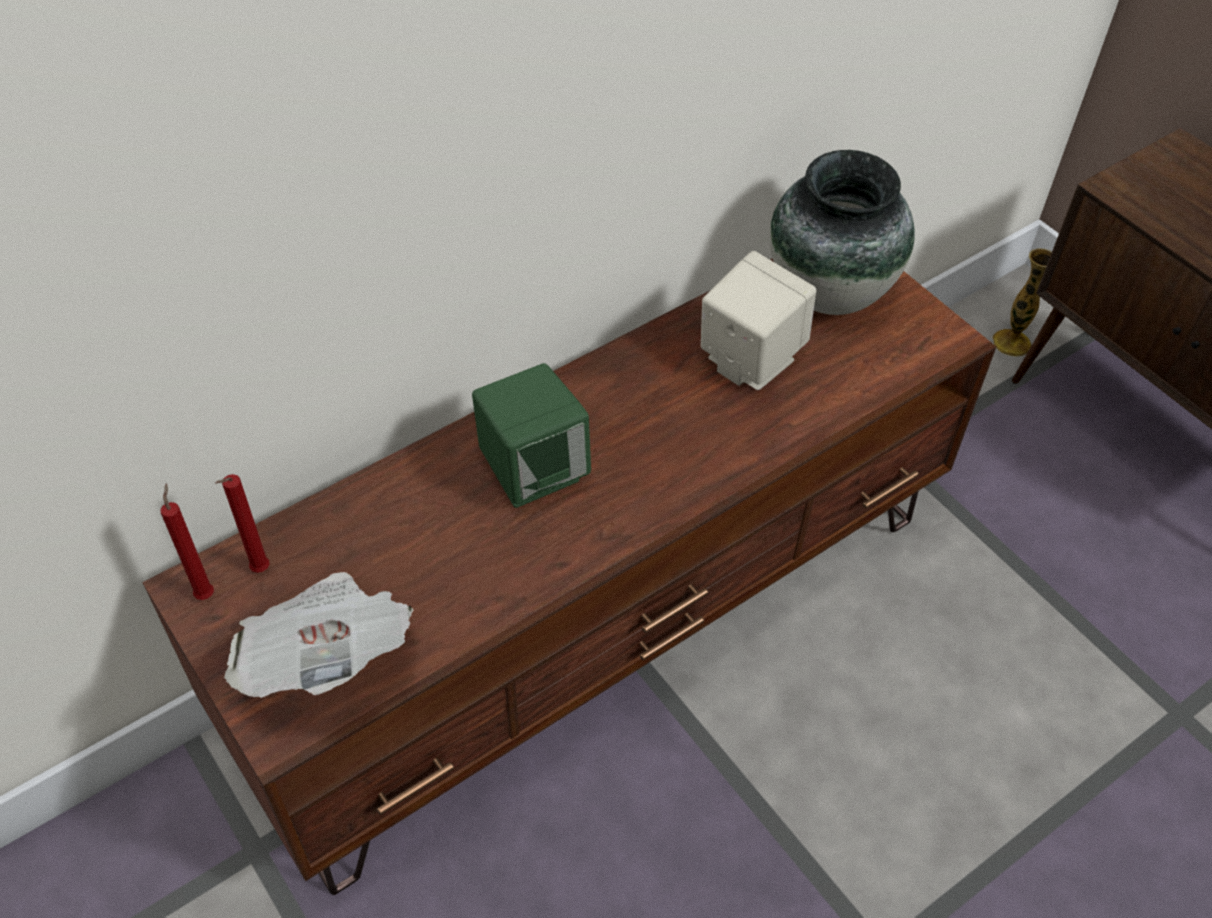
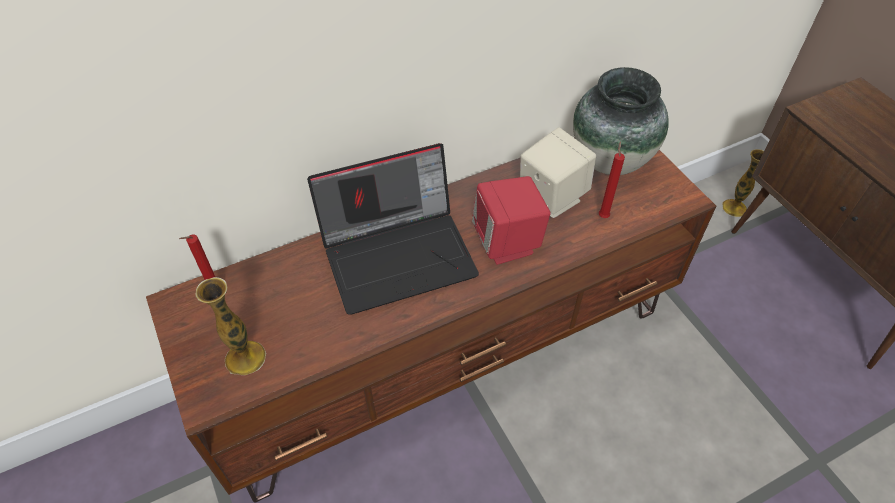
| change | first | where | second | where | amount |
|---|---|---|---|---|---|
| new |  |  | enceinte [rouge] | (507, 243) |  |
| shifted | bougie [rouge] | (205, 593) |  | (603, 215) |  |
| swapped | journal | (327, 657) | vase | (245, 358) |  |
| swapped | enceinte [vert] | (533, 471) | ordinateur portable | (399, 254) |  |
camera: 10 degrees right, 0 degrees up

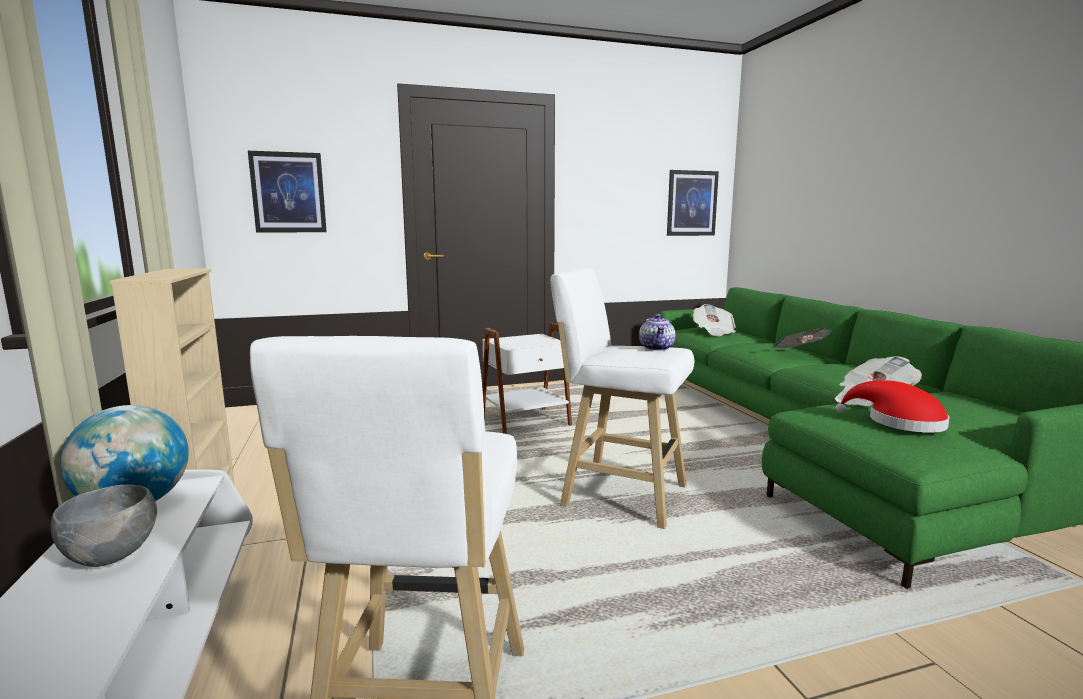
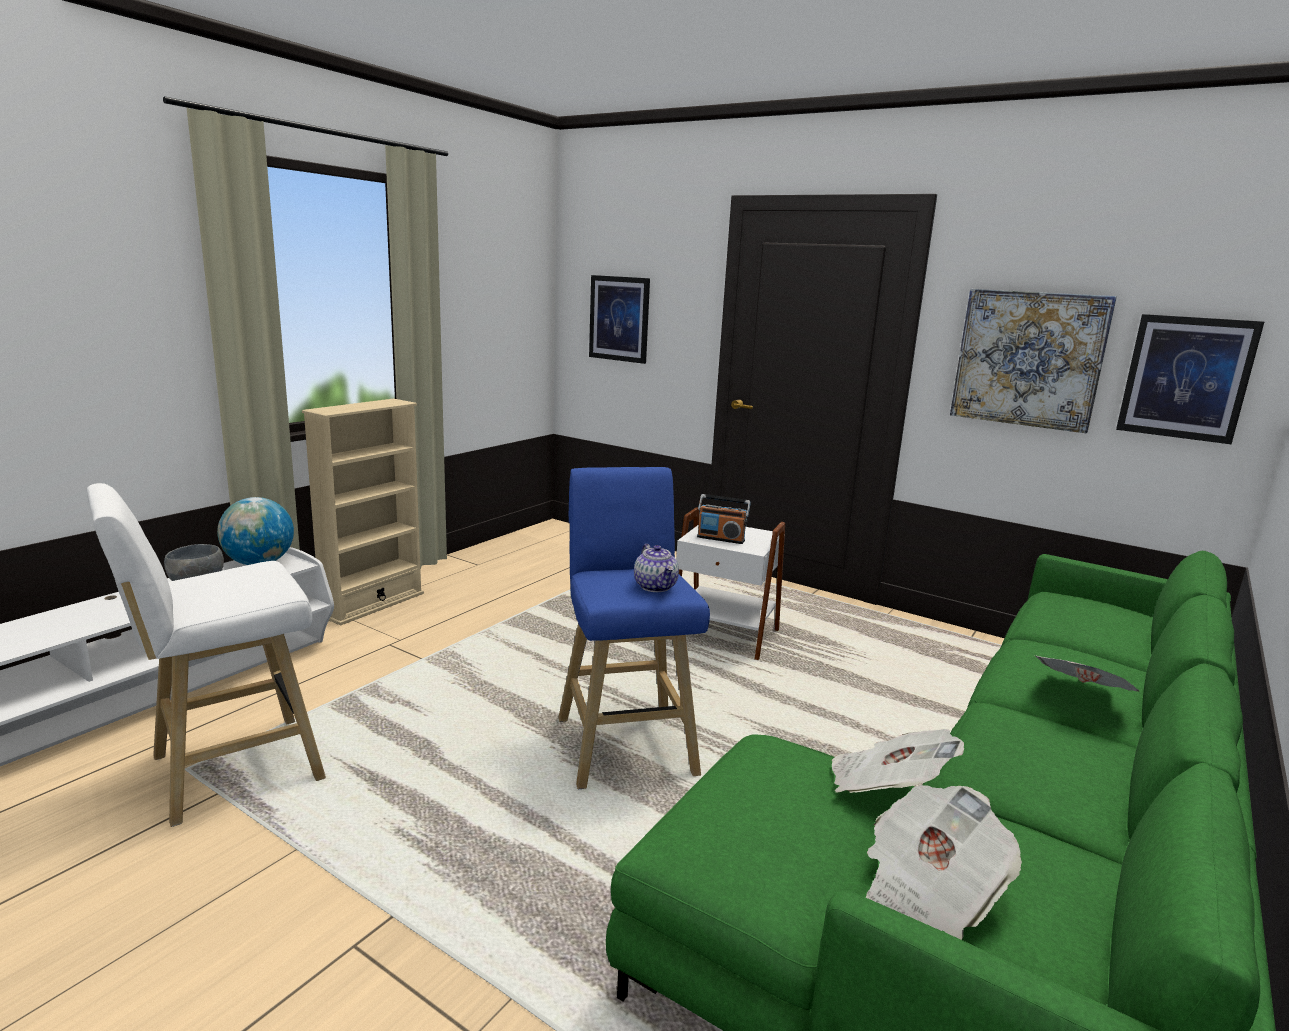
| change | first | where | second | where | amount |
|---|---|---|---|---|---|
| gone | chapeau [rouge] | (899, 422) |  |  |  |
| new |  |  | radio | (721, 539) |  |
| new |  |  | tableau | (1028, 359) |  |
| shifted | journal | (713, 332) |  | (928, 890) |  |
| repainted | tabouret [blanc] | (619, 494) | tabouret [bleu] | (624, 741) |  |
| rotated | théière | (657, 348) |  | (656, 586) | 75 degrees counterclockwise |
camera: 50 degrees right, 5 degrees up

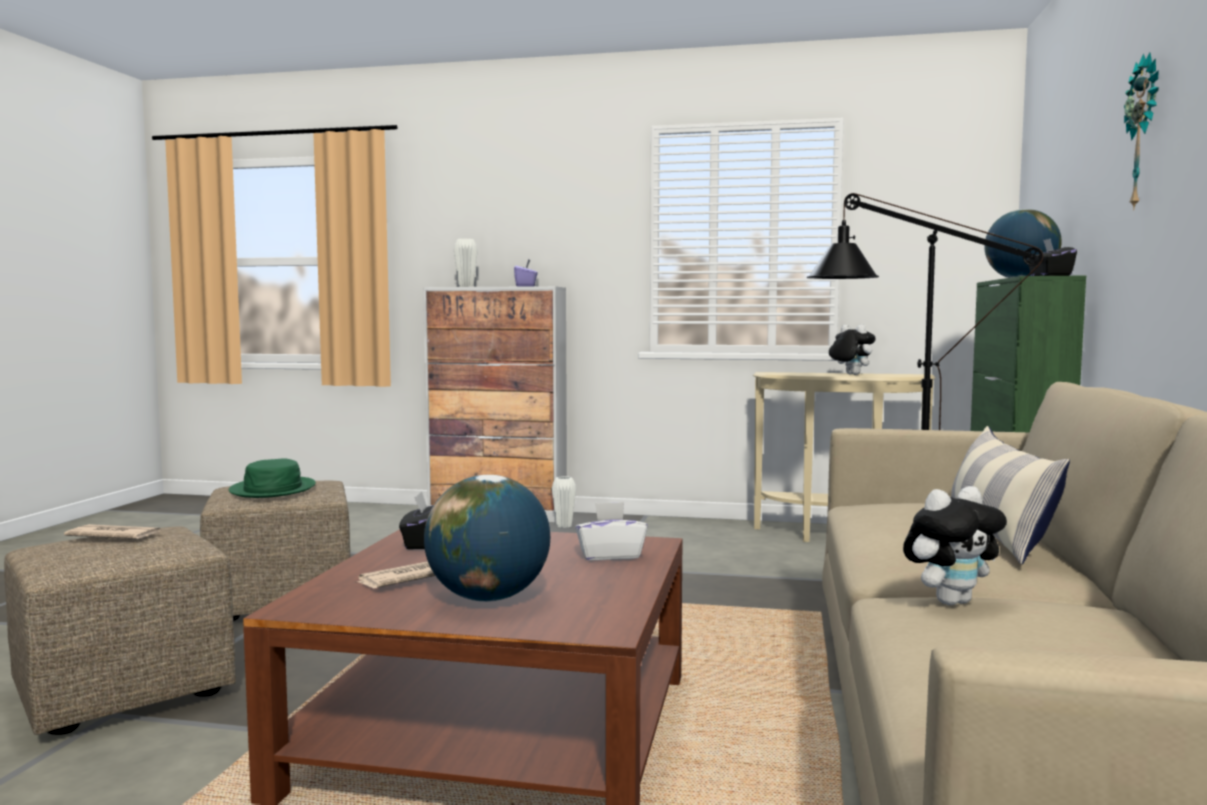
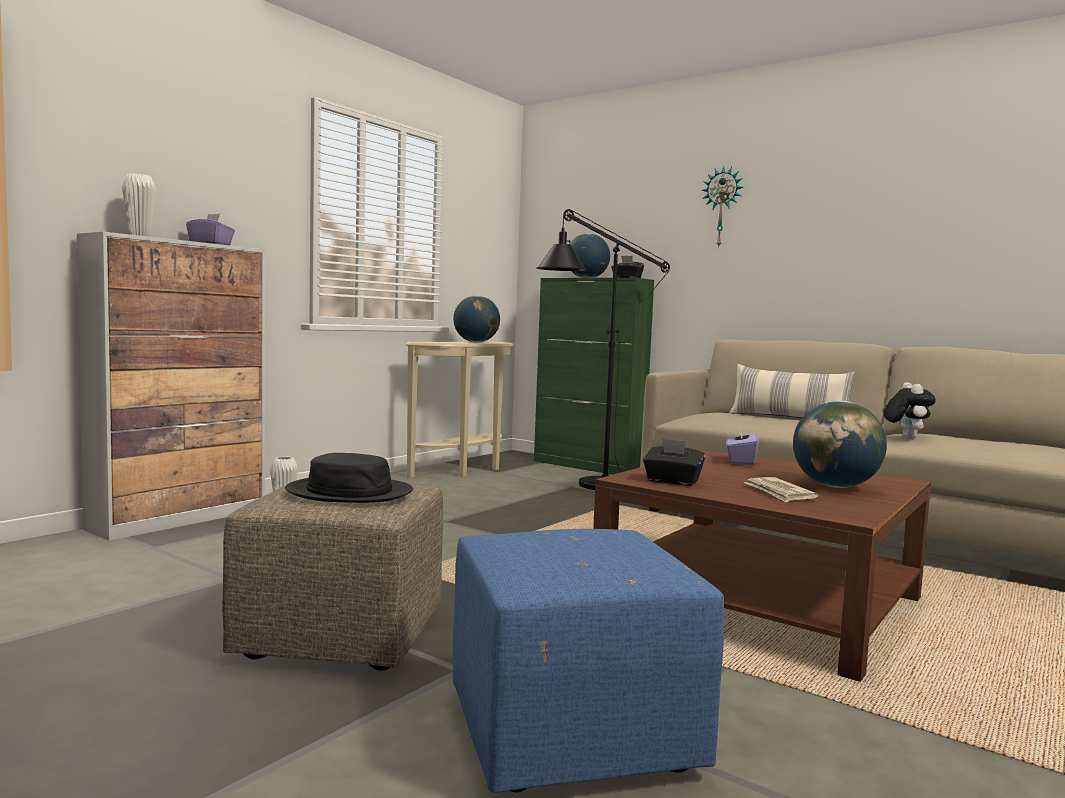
| change | first | where | second | where | amount |
|---|---|---|---|---|---|
| gone | journal | (114, 536) |  |  |  |
| swapped | peluche | (850, 374) | globe | (476, 342) |  |
| repainted | pouf [beige] | (121, 692) | pouf [bleu] | (573, 734) |  |
| repainted | chapeau [vert] | (273, 489) | chapeau [noir] | (349, 492) |  |
| repainted | boîte à mouchoirs [blanc] | (610, 555) | boîte à mouchoirs [violet] | (741, 462) |  |
camera: 65 degrees left, 0 degrees up

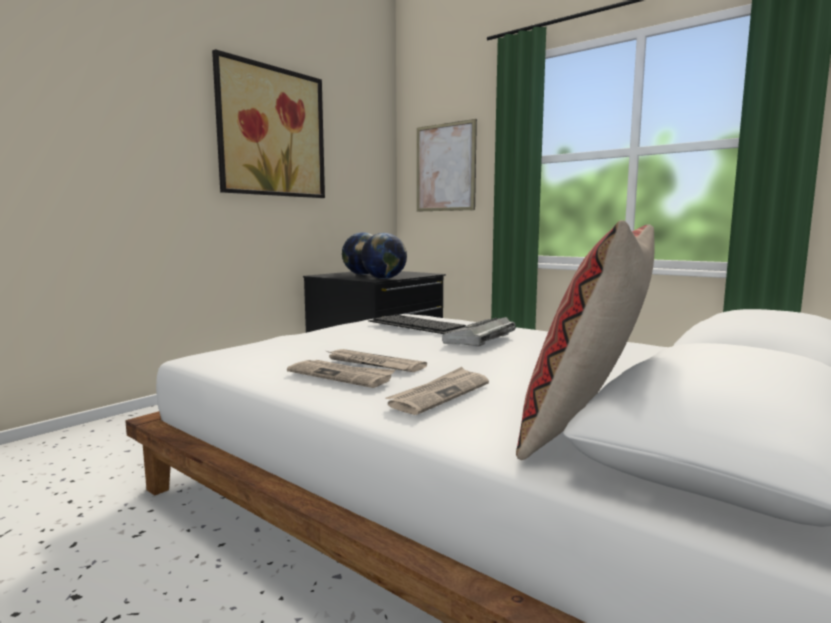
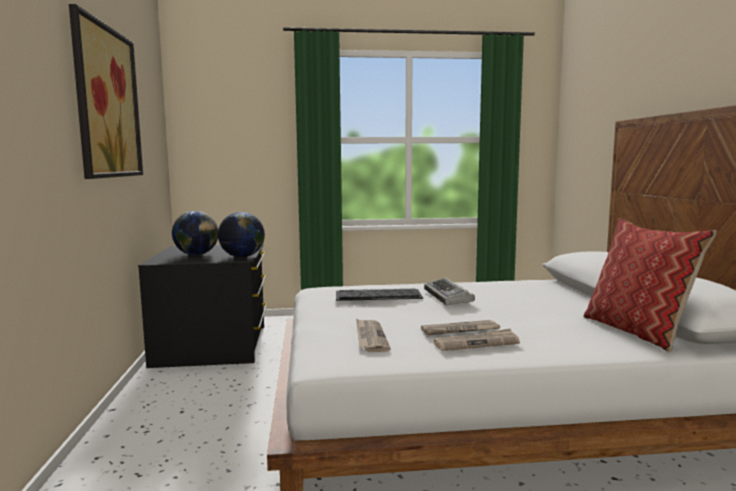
| change | first | where | second | where | amount |
|---|---|---|---|---|---|
| gone | tableau | (445, 167) |  |  |  |
| shifted | journal | (440, 394) |  | (370, 337) |  |
camera: 45 degrees left, 0 degrees up

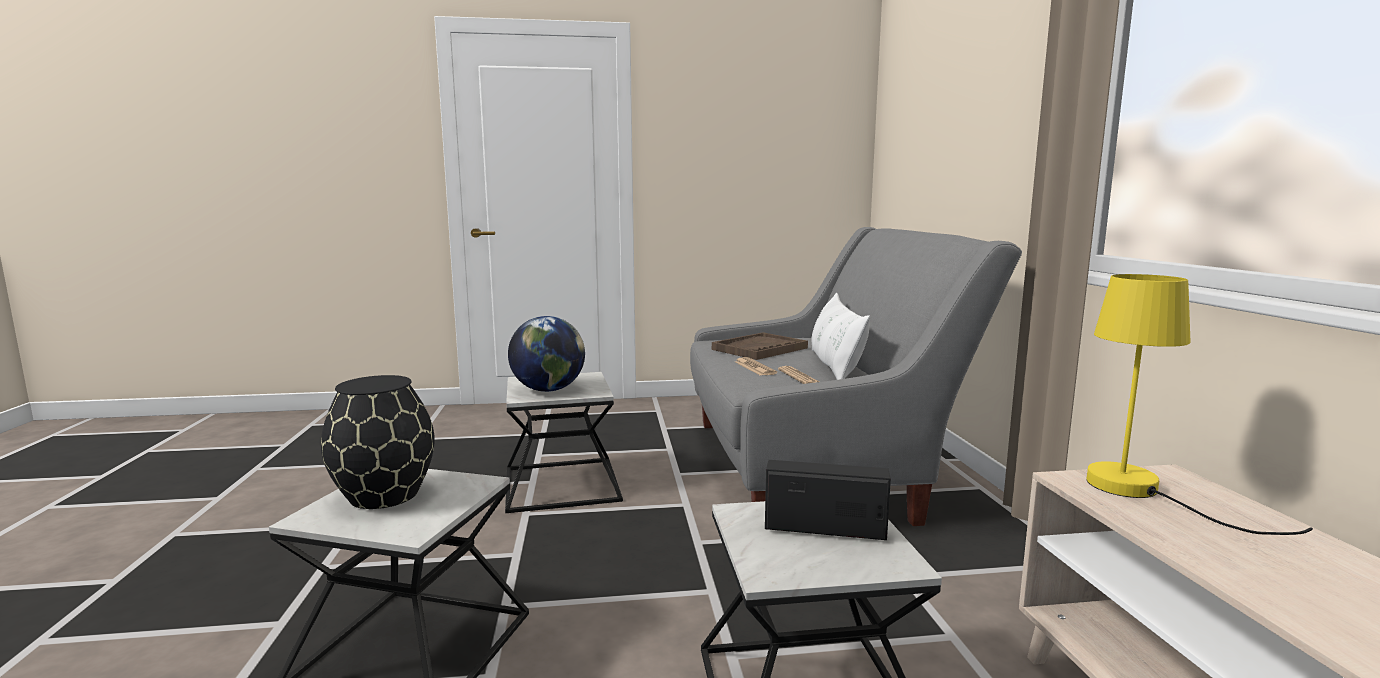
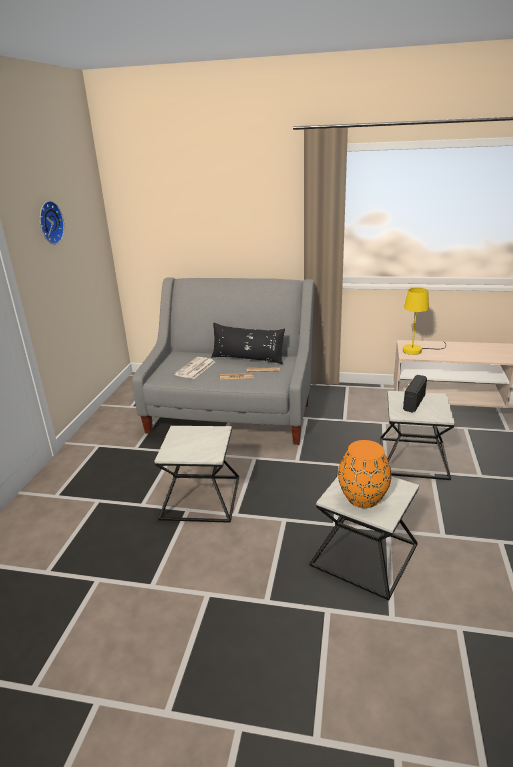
| change | first | where | second | where | amount |
|---|---|---|---|---|---|
| gone | globe | (548, 390) |  |  |  |
| new |  |  | horloge murale | (49, 223) |  |
| swapped | plateau [marron] | (759, 349) | journal | (195, 368) |  |
| repainted | vase [noir] | (386, 495) | vase [orange] | (363, 497) |  |
| repainted | coussin [blanc] | (835, 366) | coussin [noir] | (247, 359) |  |
camera: 70 degrees left, 15 degrees up

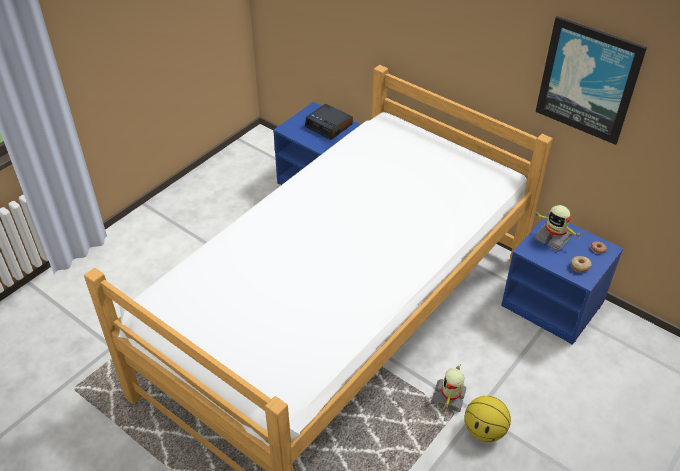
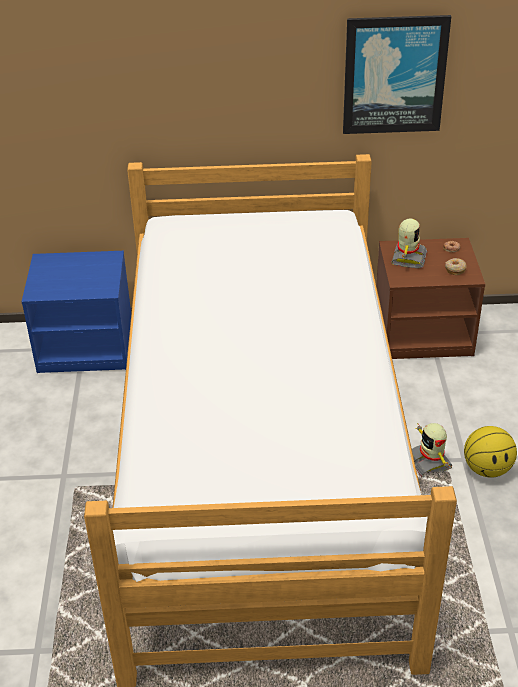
| change | first | where | second | where | amount |
|---|---|---|---|---|---|
| gone | réveil | (329, 126) |  |  |  |
| repainted | table de chevet [bleu] | (553, 304) | table de chevet [marron] | (423, 333) |  |
| rotated | robot jouet | (553, 237) |  | (407, 258) | 75 degrees counterclockwise |
camera: 40 degrees left, 5 degrees down

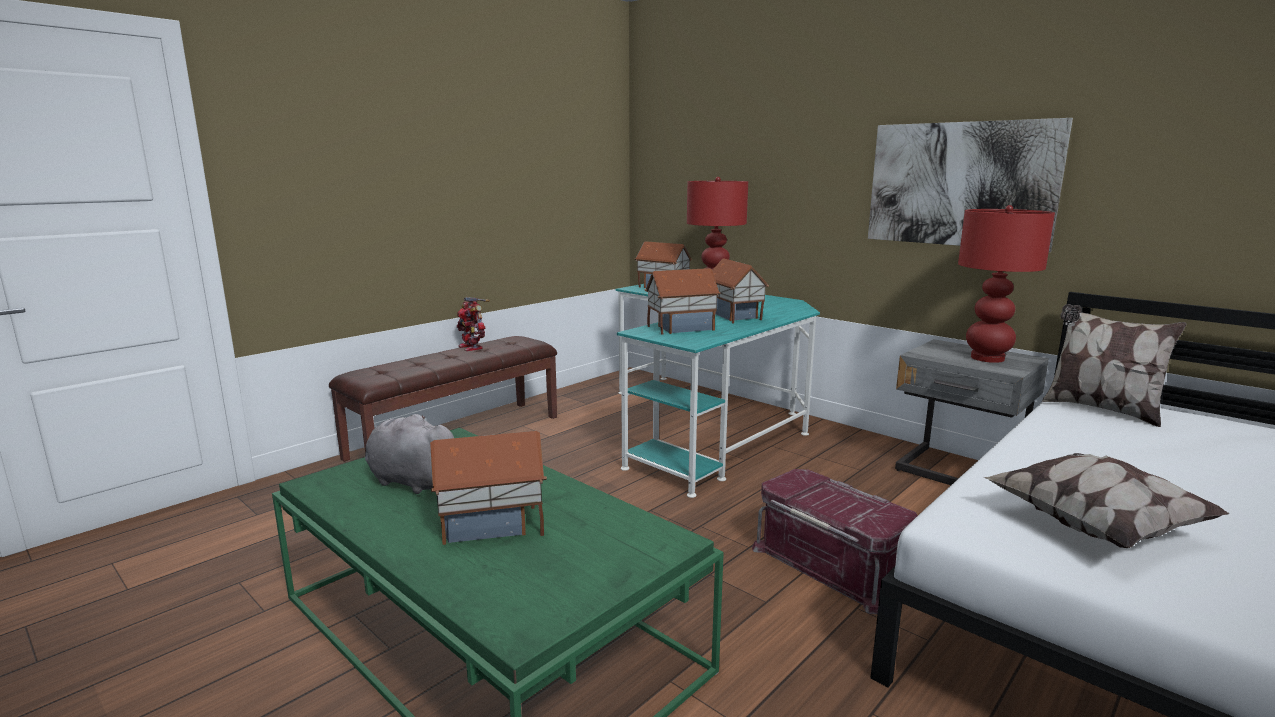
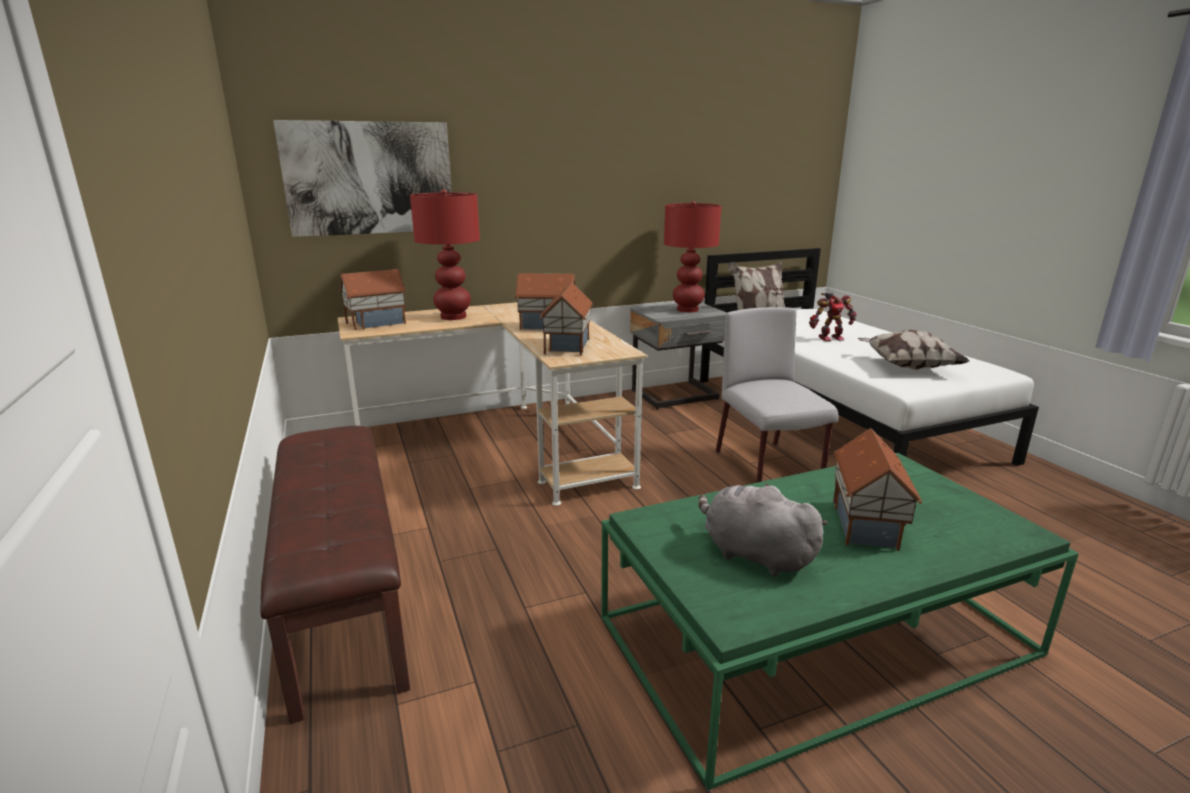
| change | first | where | second | where | amount |
|---|---|---|---|---|---|
| shifted | robot jouet | (472, 347) |  | (830, 338) |  |
| shifted | tableau | (960, 184) |  | (370, 178) |  |
| swapped | boîte de rangement [rouge] | (832, 564) | chaise [gris] | (768, 468) |  |
| repainted | bureau [turquoise] | (709, 424) | bureau [beige] | (504, 442) |  |
| rotated | peluche [gris] | (412, 481) |  | (753, 555) | 75 degrees clockwise |
camera: 65 degrees left, 5 degrees up

